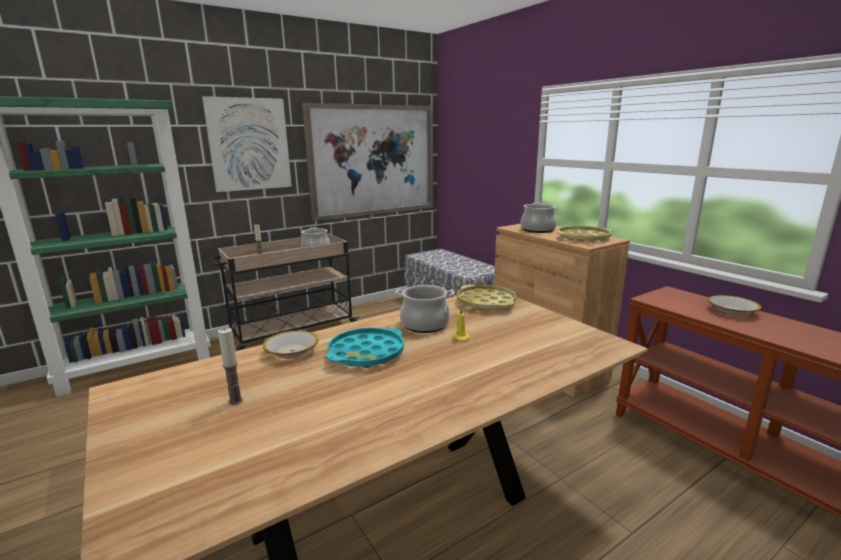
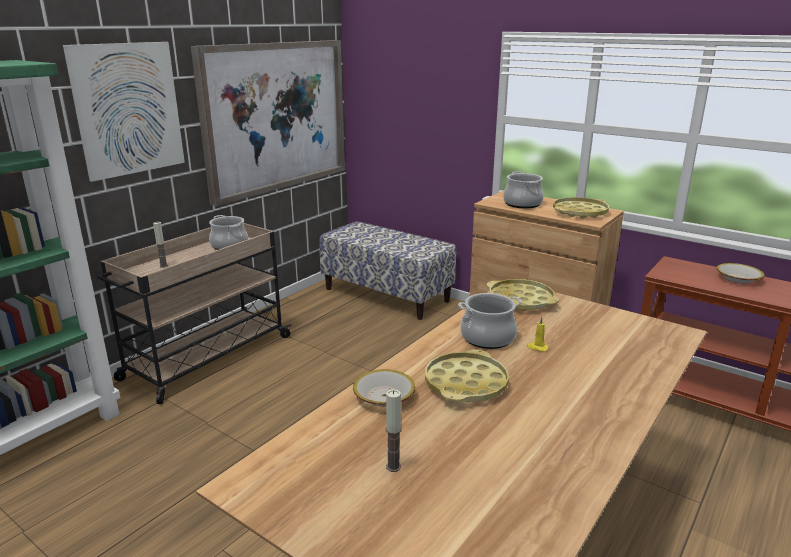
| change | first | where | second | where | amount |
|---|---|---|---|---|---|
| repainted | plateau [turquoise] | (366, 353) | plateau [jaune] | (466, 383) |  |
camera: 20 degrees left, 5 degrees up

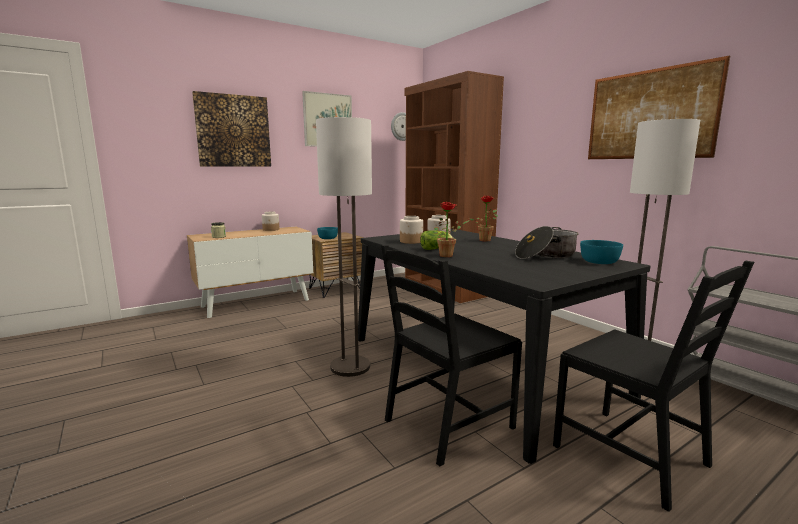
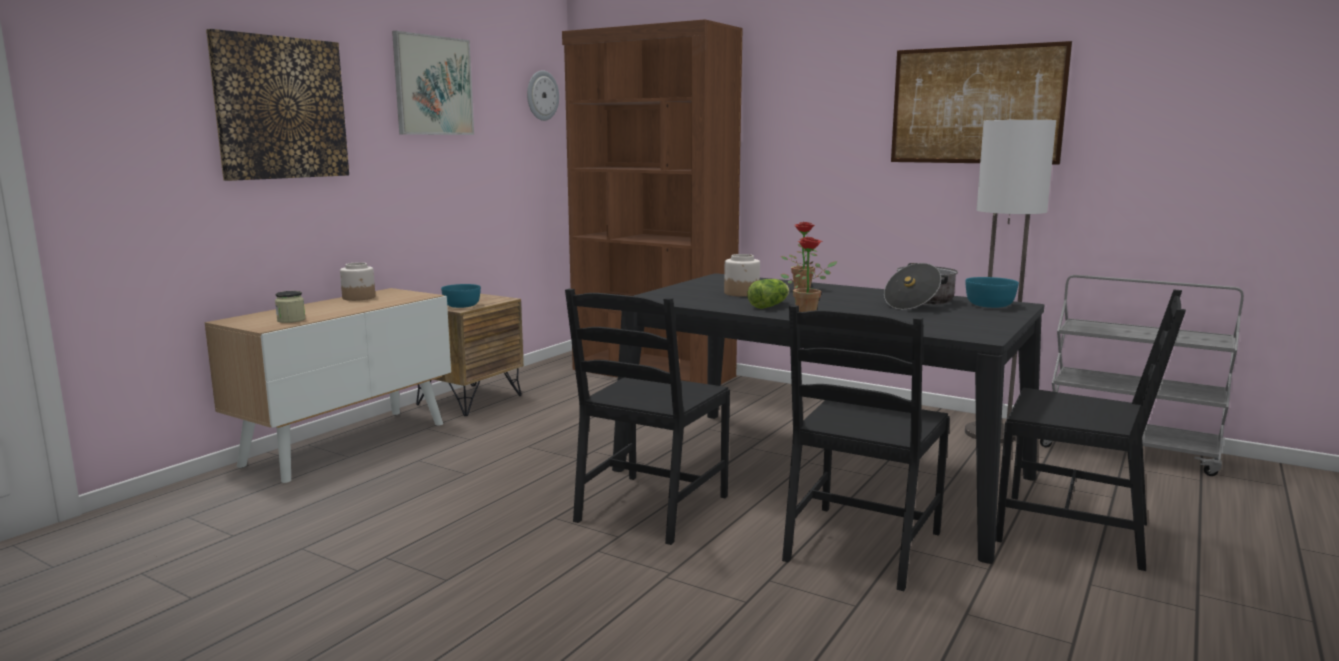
| change | first | where | second | where | amount |
|---|---|---|---|---|---|
| gone | bocal | (411, 241) |  |  |  |
| swapped | lampadaire | (350, 367) | chaise [noir] | (651, 509) |  |
camera: 25 degrees left, 0 degrees up

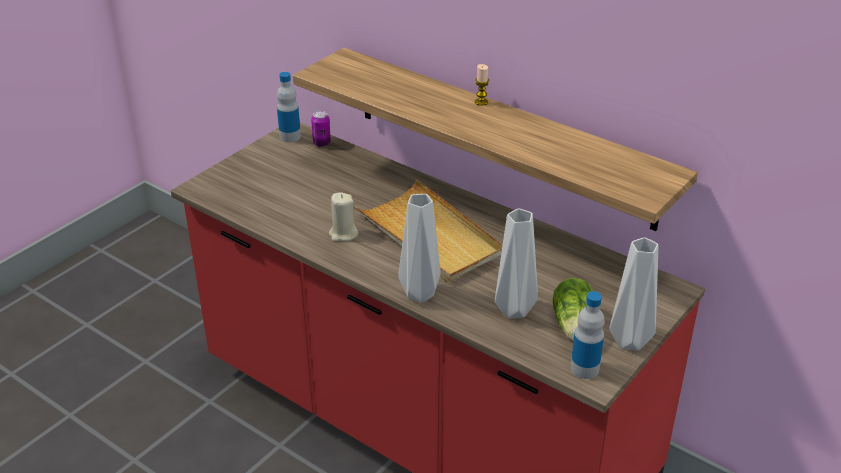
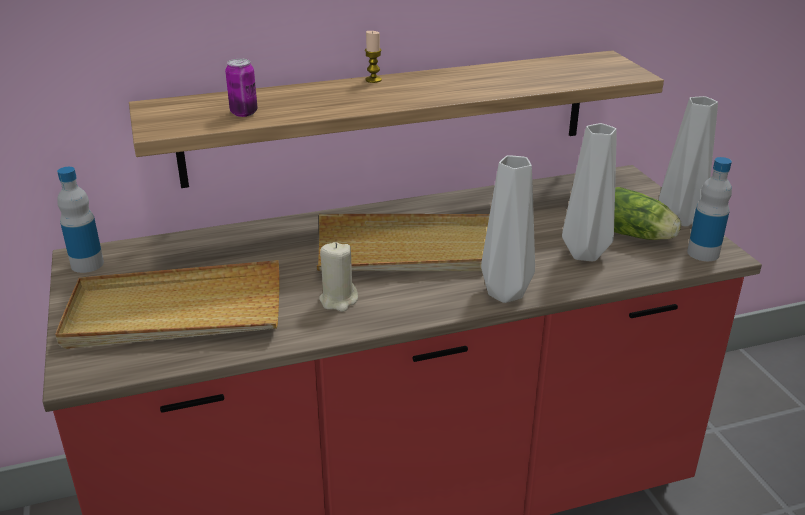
| change | first | where | second | where | amount |
|---|---|---|---|---|---|
| new |  |  | plateau [beige] | (175, 312) |  |
| shifted | boîte métallique | (322, 143) |  | (244, 113) |  |
camera: 55 degrees left, 5 degrees down

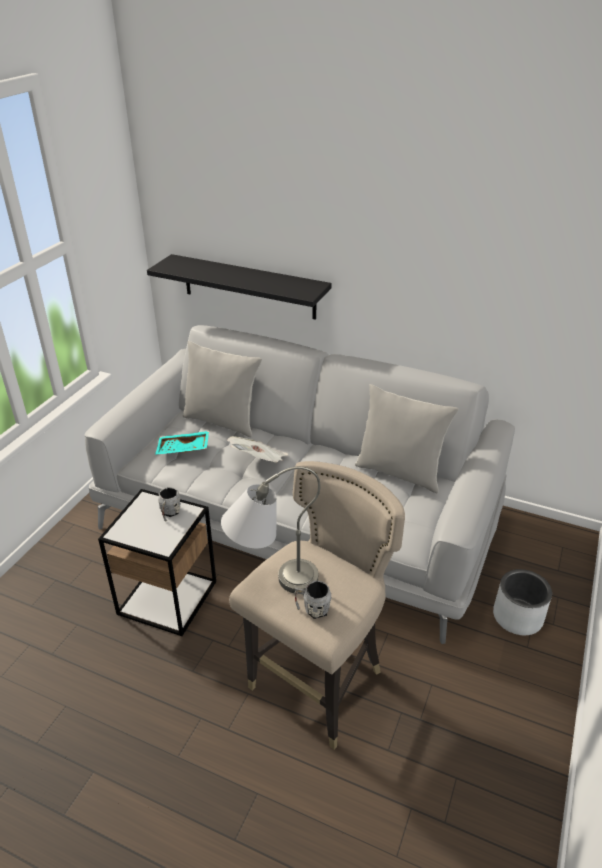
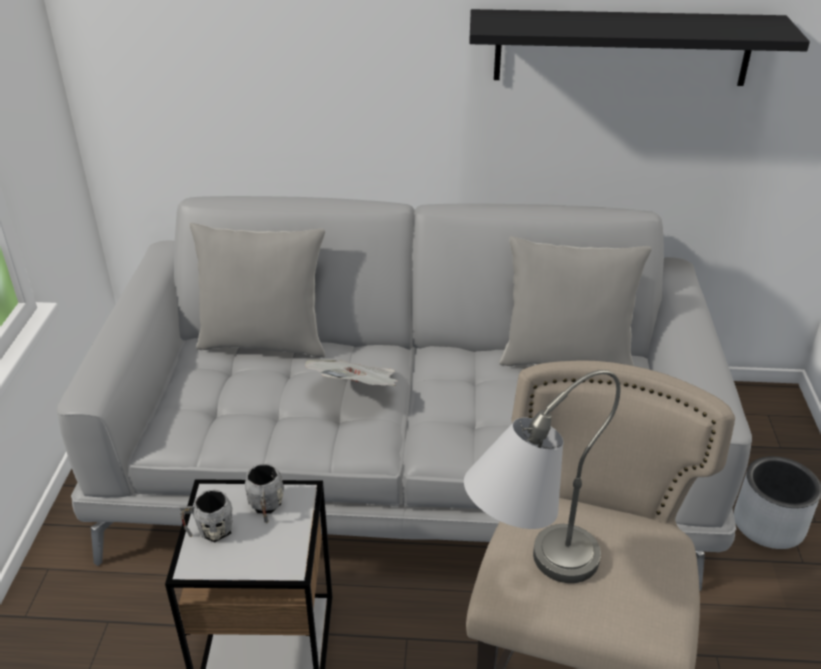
| change | first | where | second | where | amount |
|---|---|---|---|---|---|
| gone | plateau [turquoise] | (183, 449) |  |  |  |
| shifted | étagère [noir] | (249, 287) |  | (622, 47) |  |
| shifted | mug [gris] | (312, 609) |  | (210, 531) |  |
camera: 20 degrees left, 0 degrees up

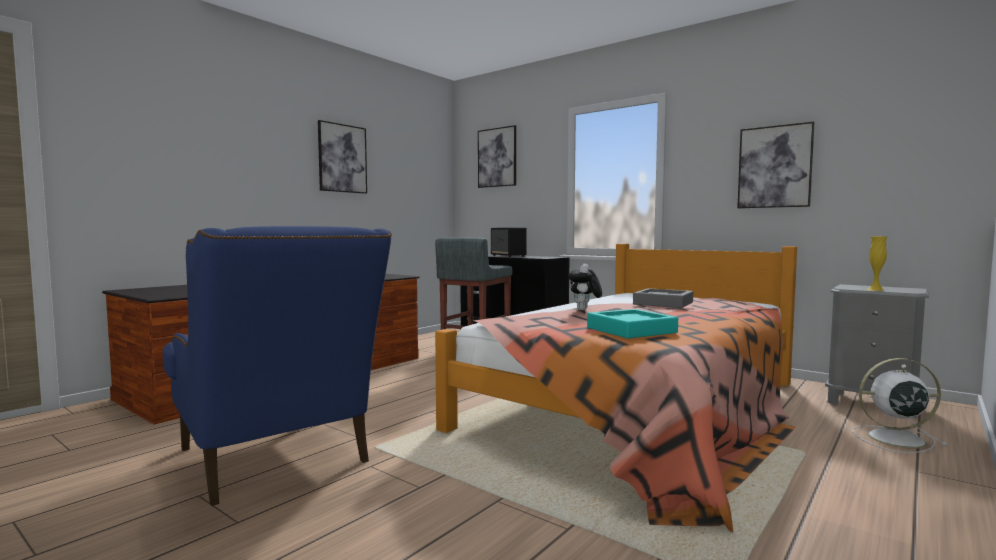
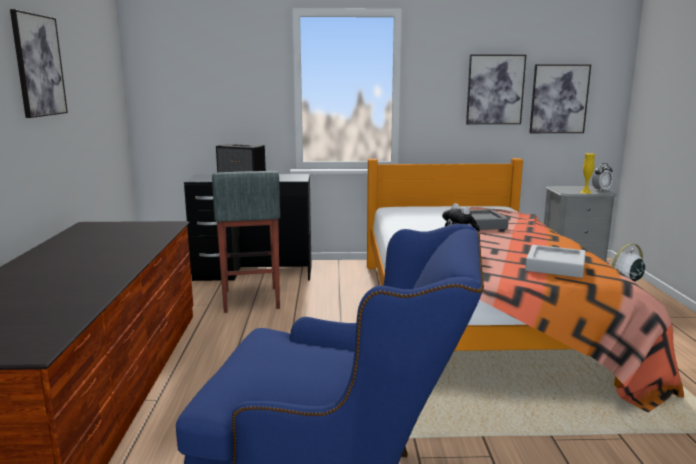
| change | first | where | second | where | amount |
|---|---|---|---|---|---|
| new |  |  | réveil | (600, 190) |  |
| shifted | tableau | (497, 157) |  | (559, 99) |  |
| repainted | plateau [turquoise] | (631, 330) | plateau [gris] | (555, 266) |  |
camera: 40 degrees left, 10 degrees up

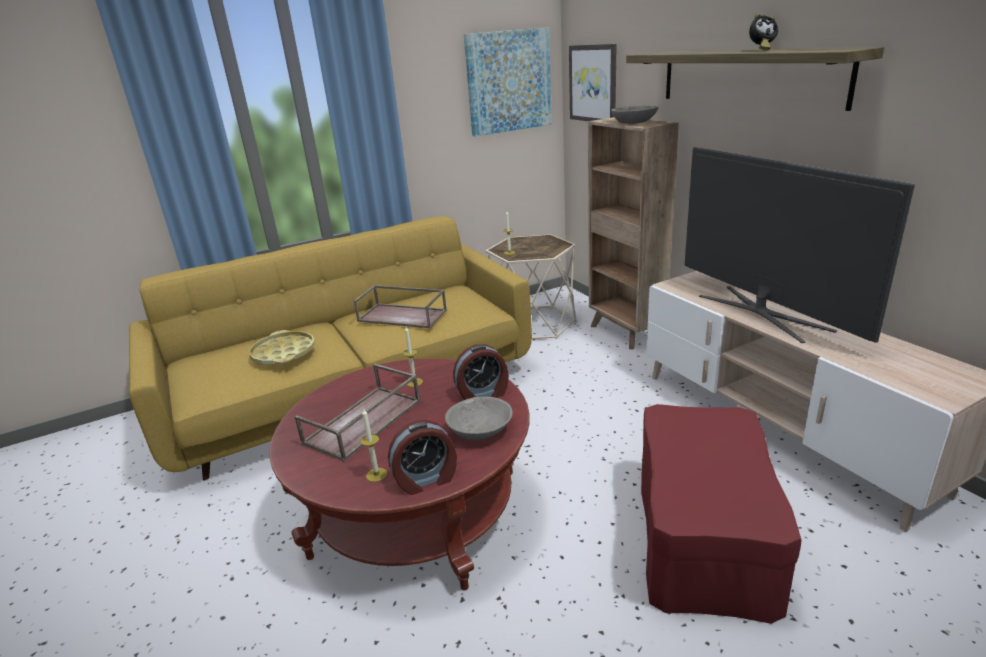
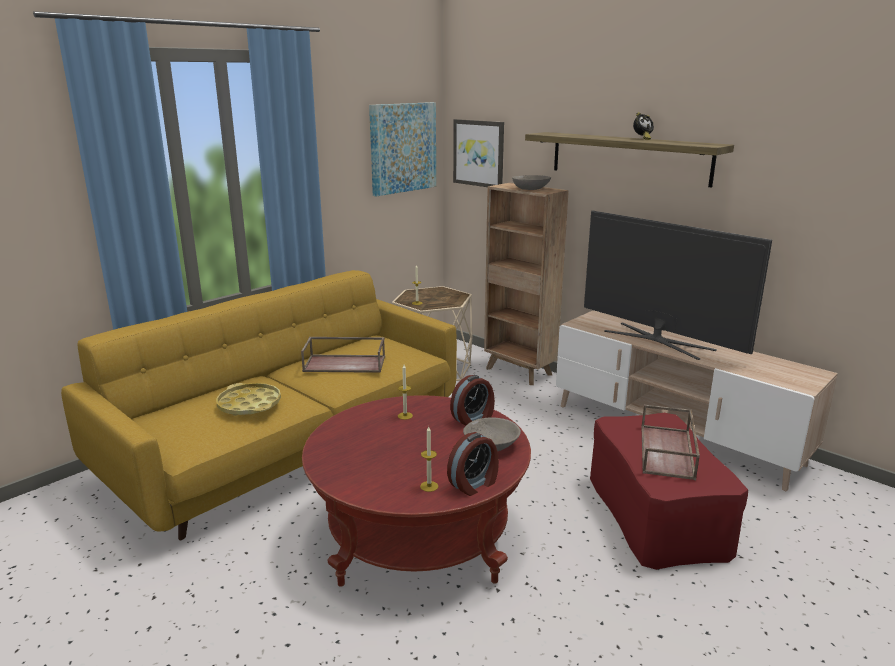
| change | first | where | second | where | amount |
|---|---|---|---|---|---|
| shifted | plateau [marron] | (363, 422) |  | (668, 452) |  |
camera: 20 degrees left, 5 degrees down

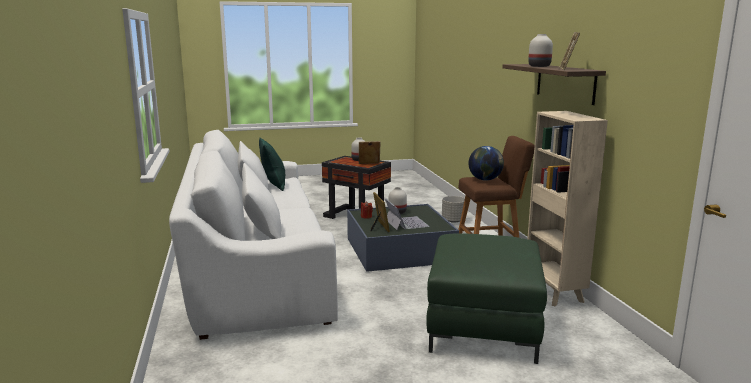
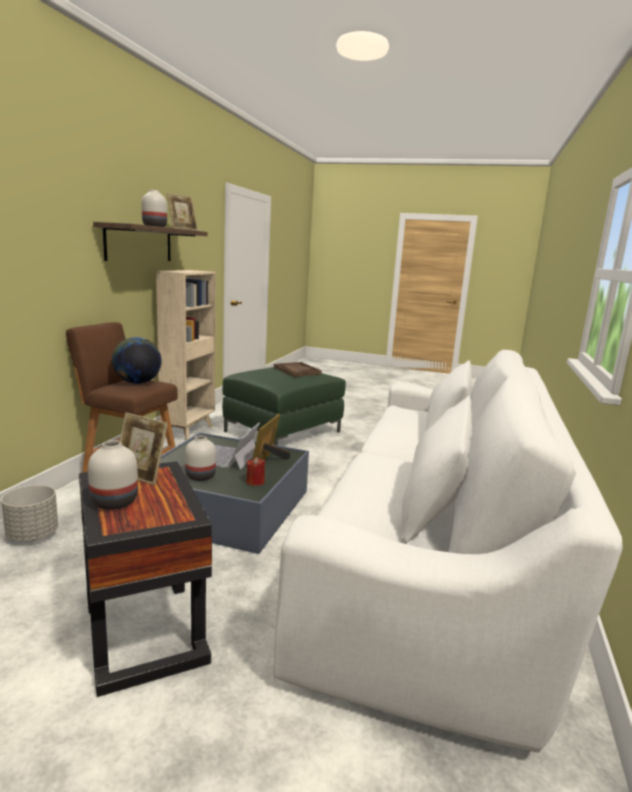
| change | first | where | second | where | amount |
|---|---|---|---|---|---|
| gone | coussin [vert] | (274, 185) |  |  |  |
| new |  |  | plateau [marron] | (297, 371) |  |
camera: 150 degrees left, 0 degrees up

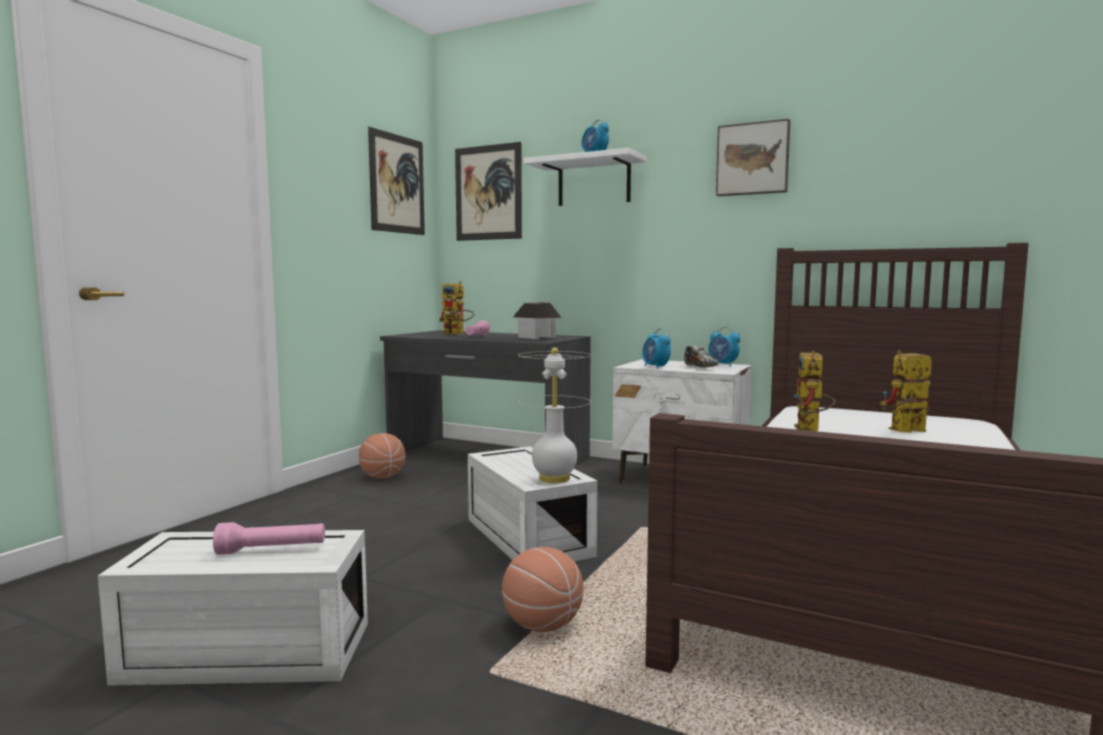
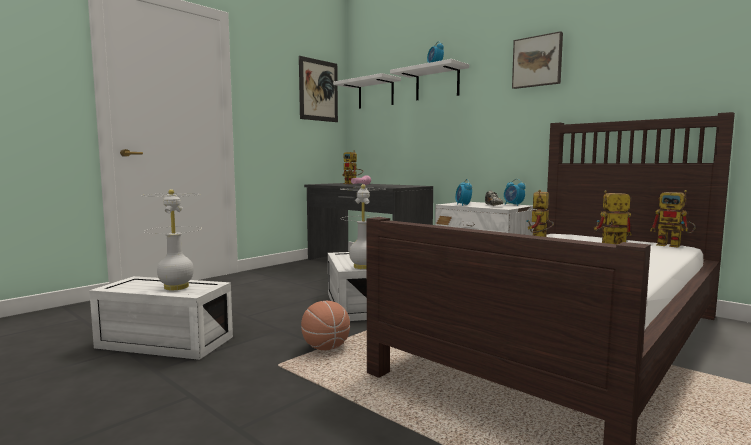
| change | first | where | second | where | amount |
|---|---|---|---|---|---|
| gone | ballon de basket | (382, 477) |  |  |  |
| gone | maison miniature | (537, 337) |  |  |  |
| new |  |  | robot jouet | (674, 245) |  |
| swapped | lampe de poche [rose] | (272, 550) | lampe de table [blanc] | (176, 287) |  |
| swapped | tableau | (488, 193) | étagère [blanc] | (375, 94) |  |
camera: 15 degrees right, 0 degrees up

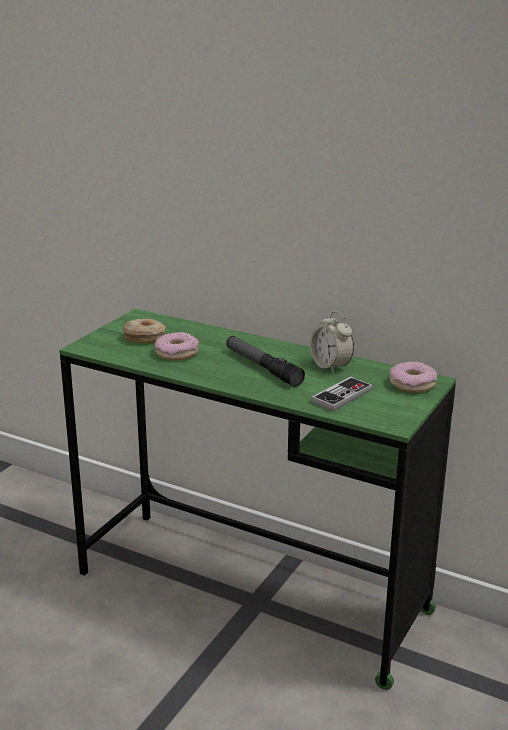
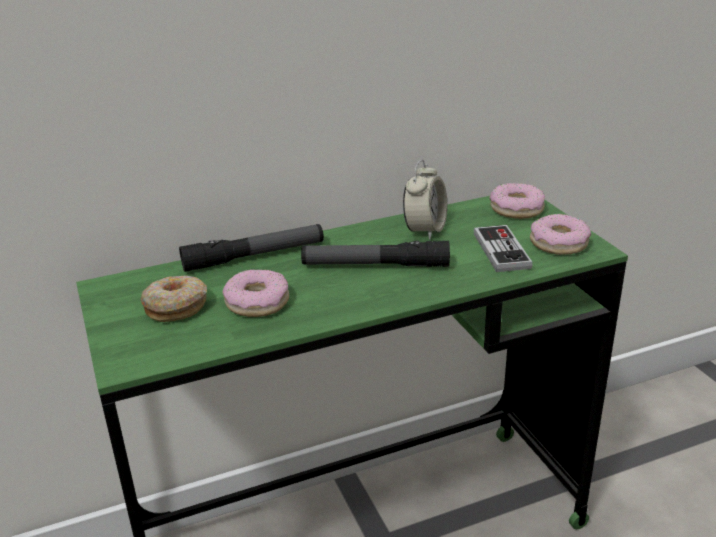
| change | first | where | second | where | amount |
|---|---|---|---|---|---|
| new |  |  | lampe de poche | (254, 256) |  |
| new |  |  | beignet | (558, 243) |  |
| rotated | réveil | (330, 366) |  | (425, 230) | 75 degrees counterclockwise |
camera: 50 degrees left, 5 degrees up

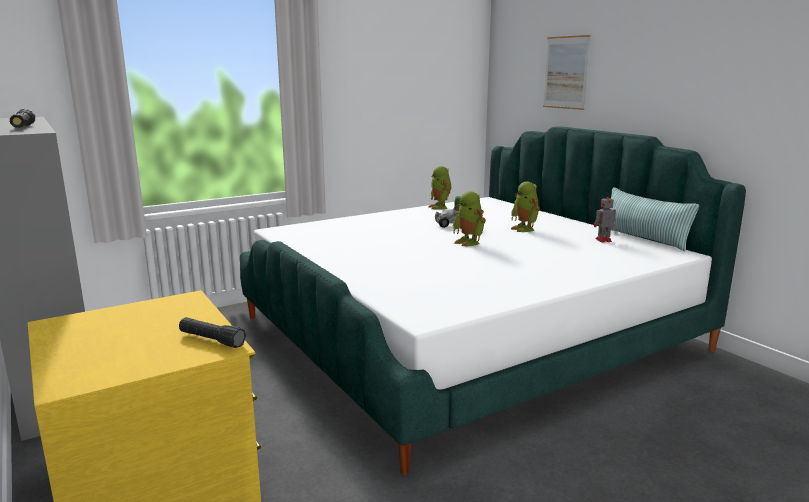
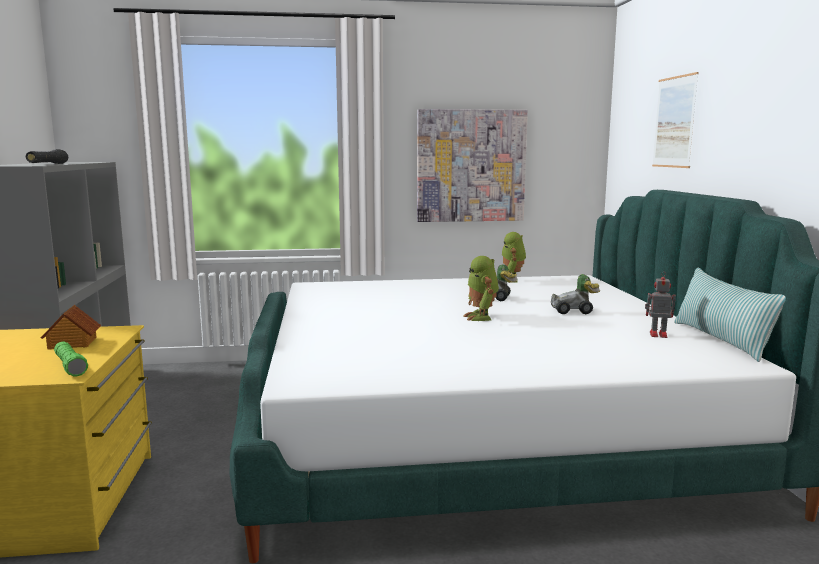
| change | first | where | second | where | amount |
|---|---|---|---|---|---|
| new |  |  | maison miniature | (72, 343) |  |
| new |  |  | tableau | (471, 166) |  |
| swapped | robot jouet | (524, 229) | petite voiture | (574, 311) |  |
| repainted | lampe de poche [noir] | (212, 340) | lampe de poche [vert] | (70, 367) |  |
camera: 25 degrees right, 5 degrees down

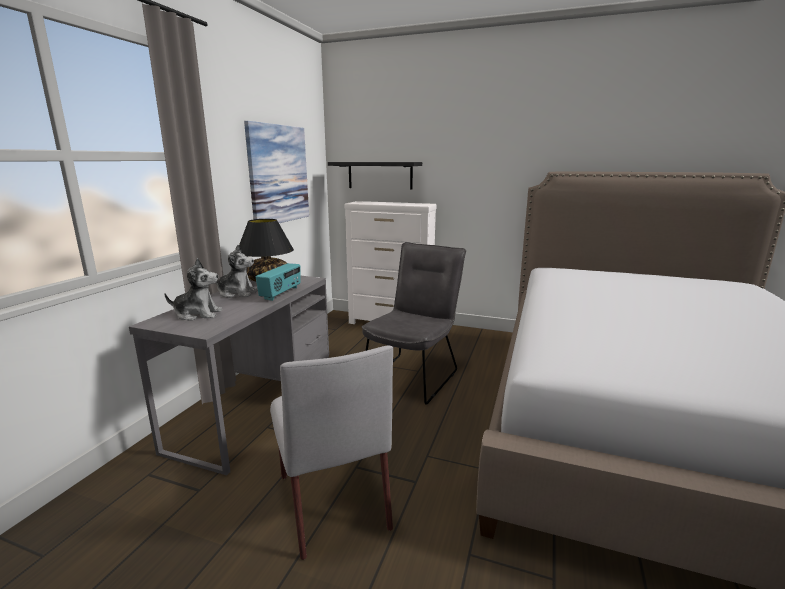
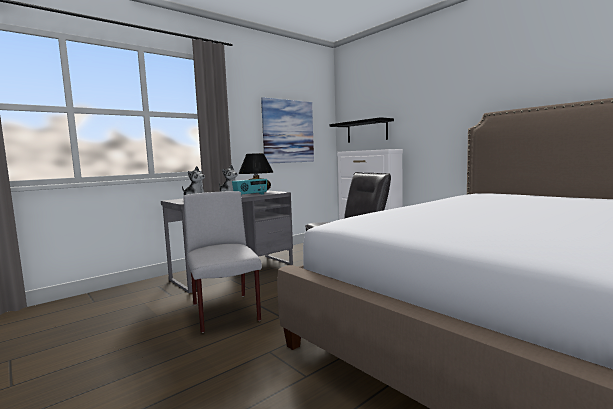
| change | first | where | second | where | amount |
|---|---|---|---|---|---|
| rotated | chaise [gris] | (332, 499) |  | (225, 312) | 150 degrees clockwise |
camera: 30 degrees right, 10 degrees down

